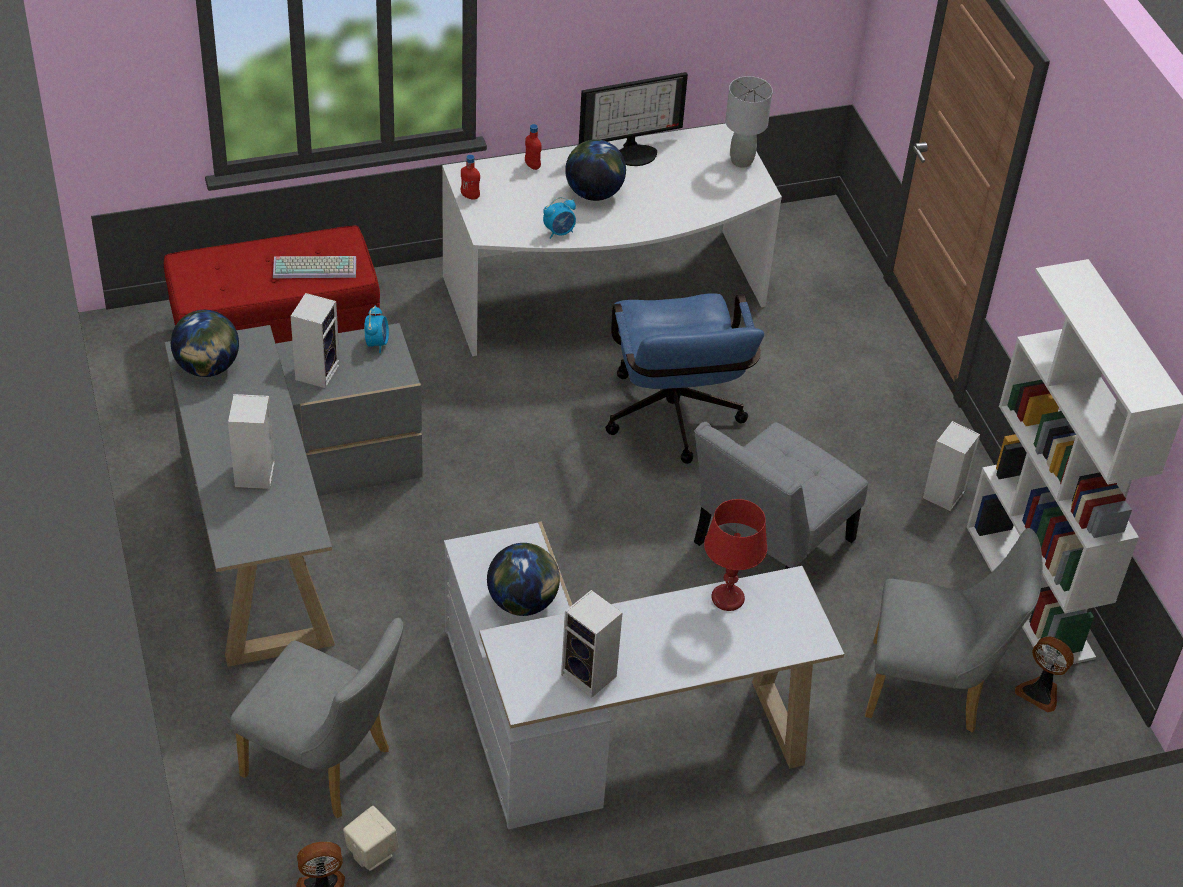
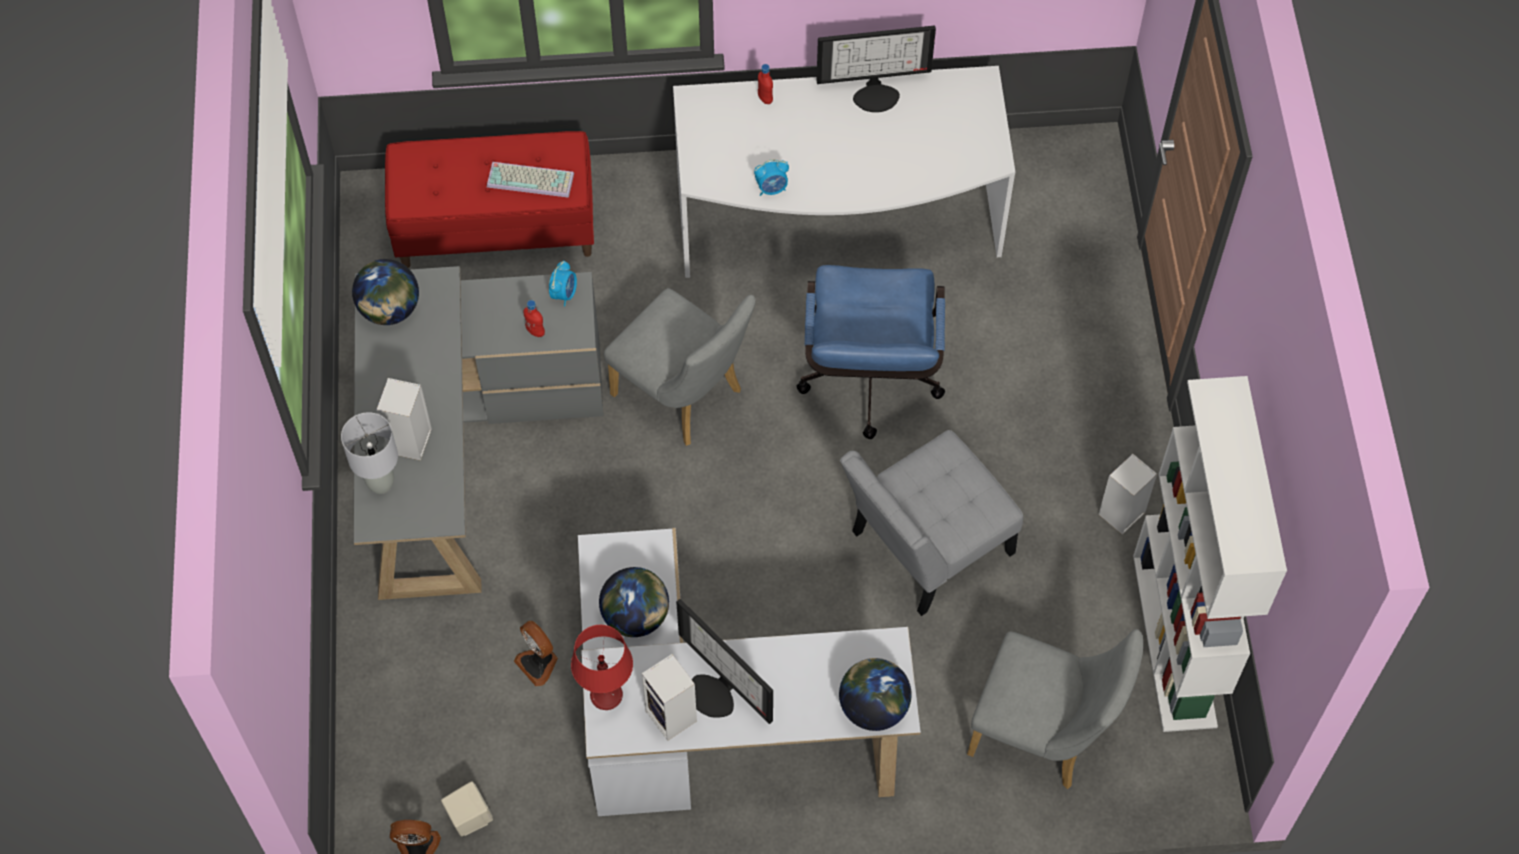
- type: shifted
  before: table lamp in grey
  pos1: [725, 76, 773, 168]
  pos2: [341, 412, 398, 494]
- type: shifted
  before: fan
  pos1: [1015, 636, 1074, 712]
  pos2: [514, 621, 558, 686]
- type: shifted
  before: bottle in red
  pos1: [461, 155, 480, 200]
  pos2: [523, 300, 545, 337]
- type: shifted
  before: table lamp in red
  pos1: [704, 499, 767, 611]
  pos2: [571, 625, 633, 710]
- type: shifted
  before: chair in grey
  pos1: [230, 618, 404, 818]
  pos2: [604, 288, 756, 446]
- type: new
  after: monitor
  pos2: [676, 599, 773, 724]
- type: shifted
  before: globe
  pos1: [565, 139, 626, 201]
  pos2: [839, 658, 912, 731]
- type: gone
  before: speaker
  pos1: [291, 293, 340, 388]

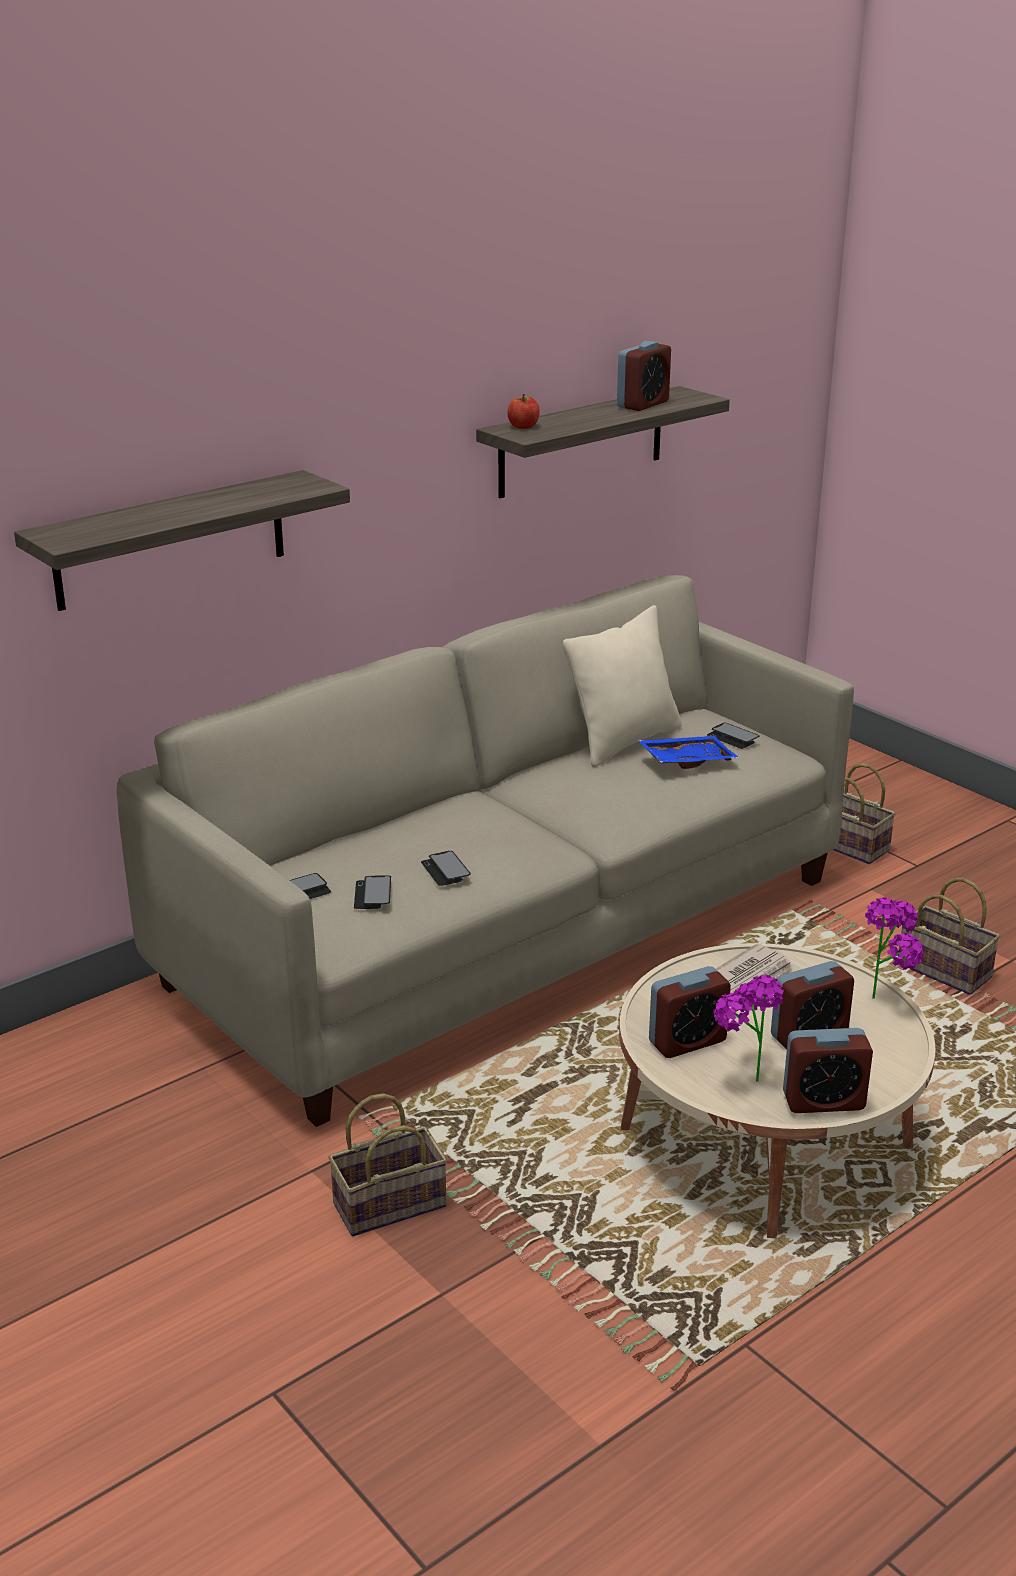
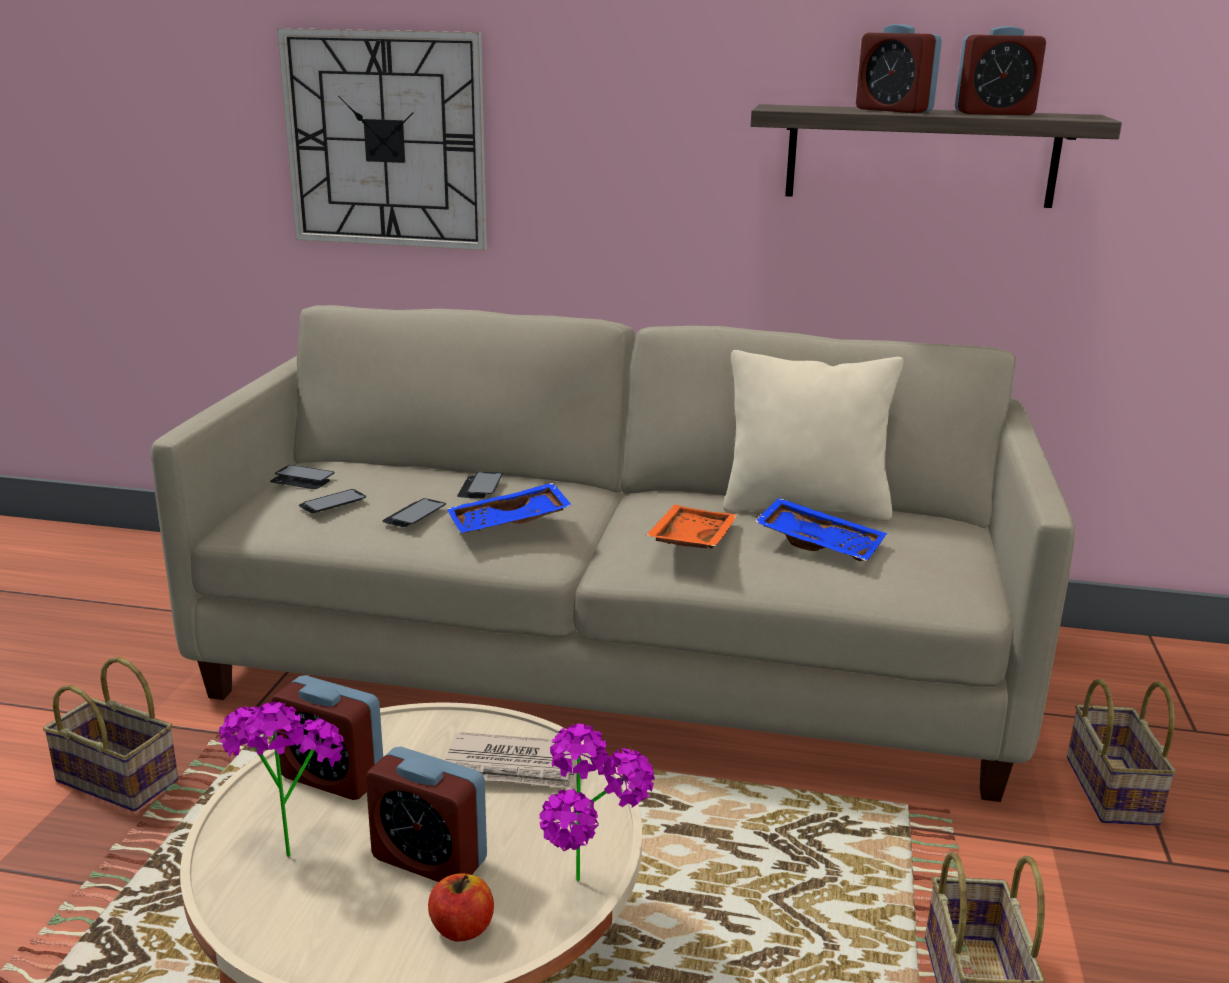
- type: swapped
  before: shelf
  after: wall clock
  pos1: [14, 470, 350, 611]
  pos2: [277, 28, 487, 250]
- type: shifted
  before: apple
  pos1: [508, 394, 540, 429]
  pos2: [428, 874, 494, 942]
- type: new
  after: tray in blue
  pos2: [447, 483, 572, 533]
- type: shifted
  before: phone
  pos1: [707, 723, 759, 749]
  pos2: [457, 472, 503, 498]
- type: new
  after: tray in orange
  pos2: [646, 504, 738, 549]
- type: shifted
  before: alarm clock
  pos1: [783, 1028, 873, 1113]
  pos2: [856, 24, 942, 113]

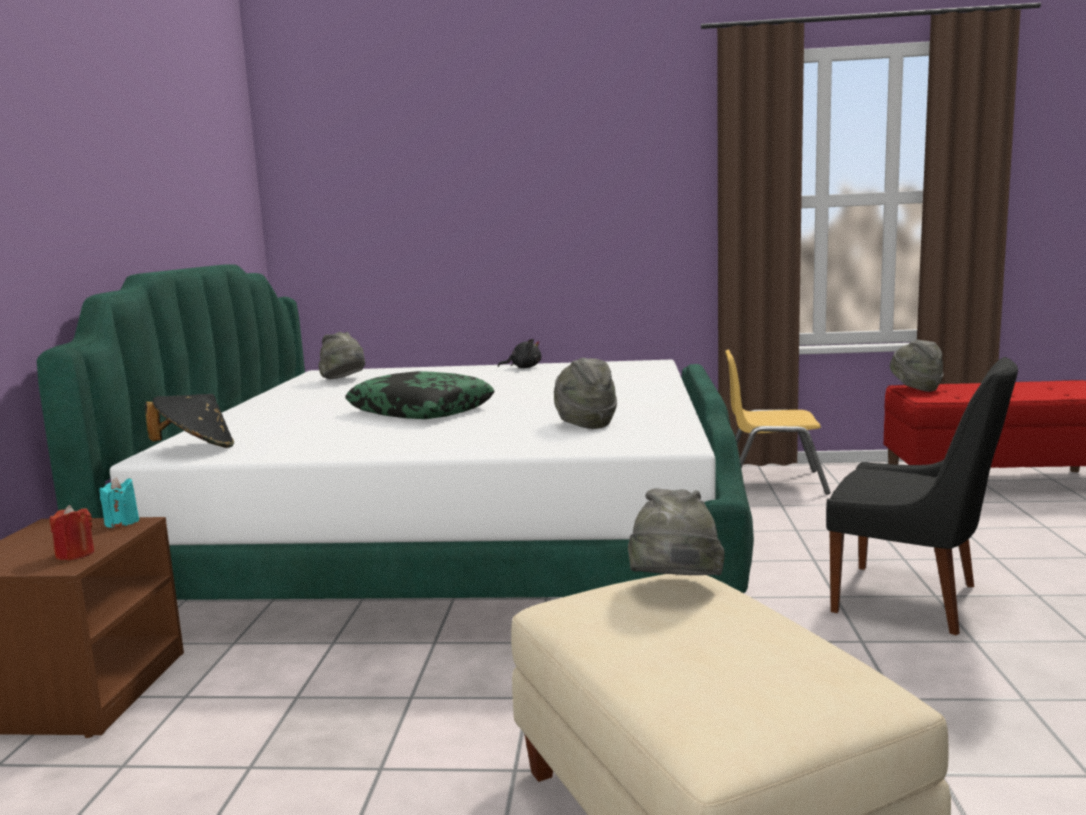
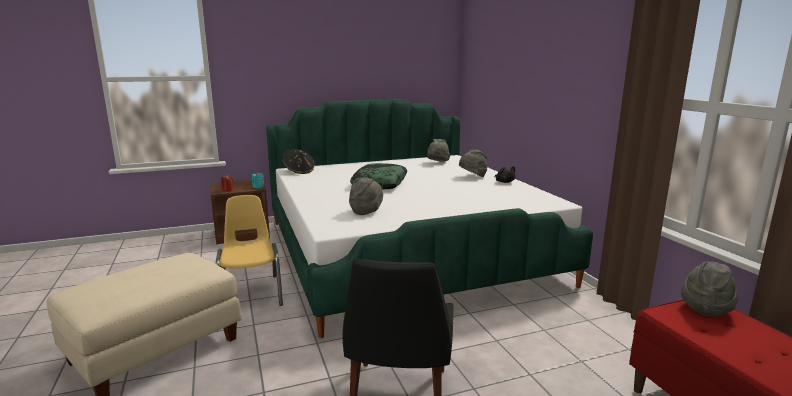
- type: shifted
  before: chair in yellow
  pos1: [725, 350, 831, 495]
  pos2: [216, 195, 283, 306]
- type: shifted
  before: hat in grey
  pos1: [628, 488, 725, 575]
  pos2: [459, 150, 487, 177]

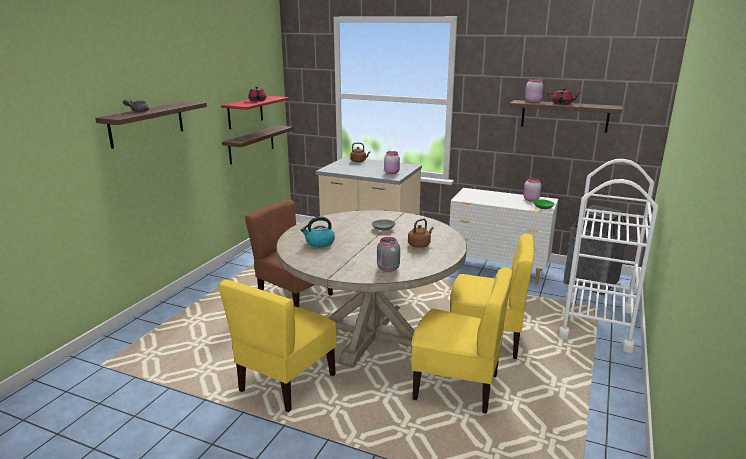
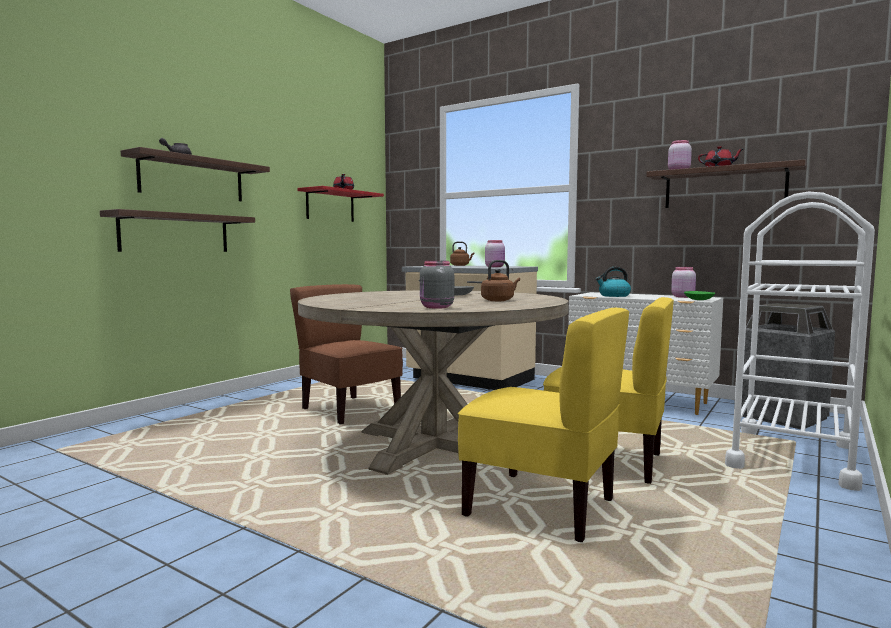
- type: shifted
  before: shelf
  pos1: [222, 125, 293, 164]
  pos2: [100, 209, 255, 252]
- type: shifted
  before: kettle
  pos1: [301, 216, 335, 248]
  pos2: [596, 267, 631, 297]
- type: gone
  before: chair in yellow
  pos1: [218, 280, 337, 412]

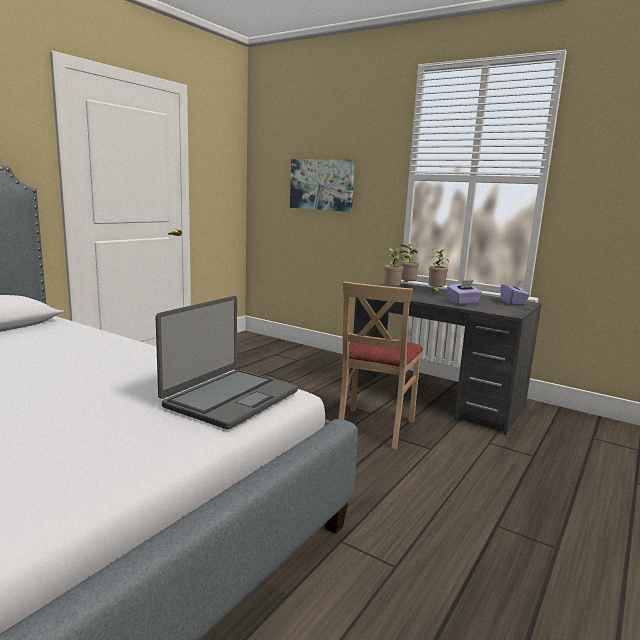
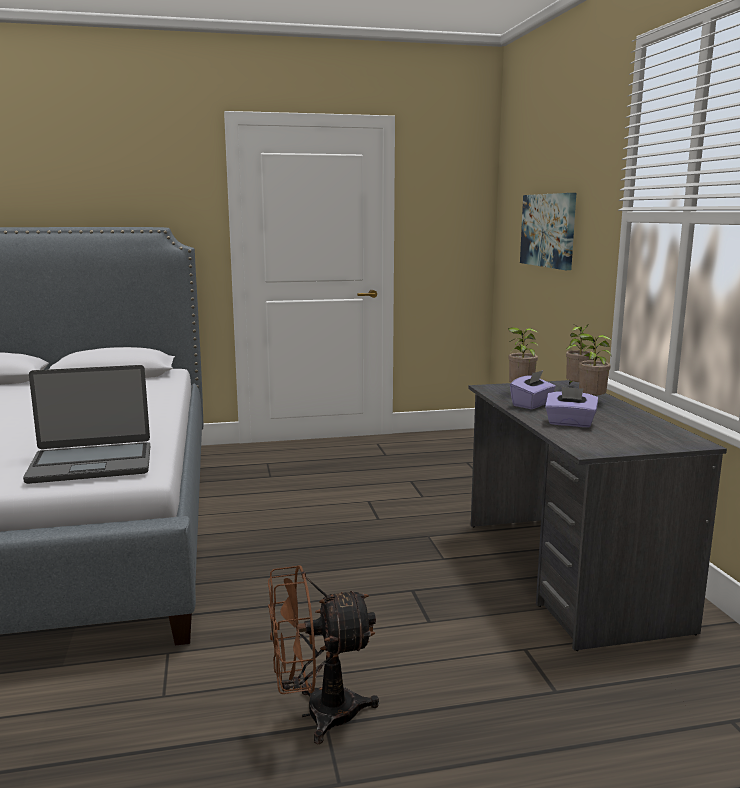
- type: new
  after: fan in brown
  pos2: [268, 565, 379, 744]
- type: shifted
  before: tissue box in purple
  pos1: [501, 280, 530, 306]
  pos2: [510, 370, 556, 409]
- type: gone
  before: chair in beige
  pos1: [338, 282, 423, 449]

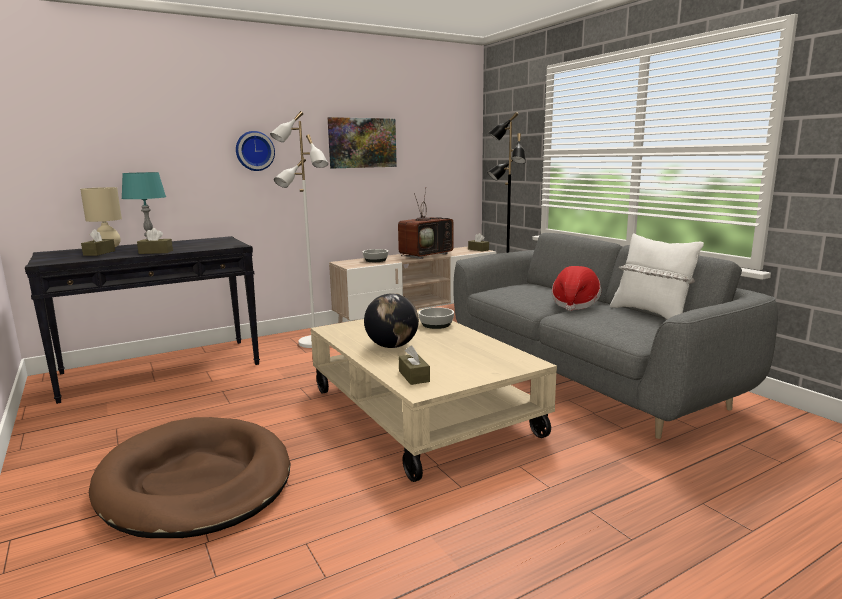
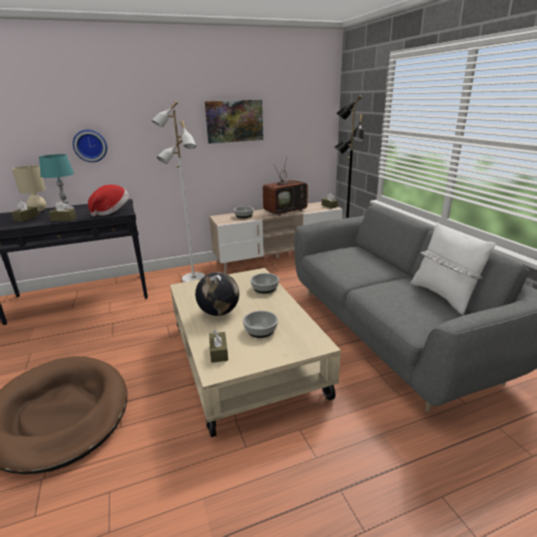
- type: shifted
  before: wall clock
  pos1: [236, 131, 275, 171]
  pos2: [73, 130, 107, 162]
- type: shifted
  before: hat
  pos1: [552, 266, 601, 311]
  pos2: [88, 184, 129, 217]
- type: new
  after: bowl
  pos2: [243, 311, 278, 338]

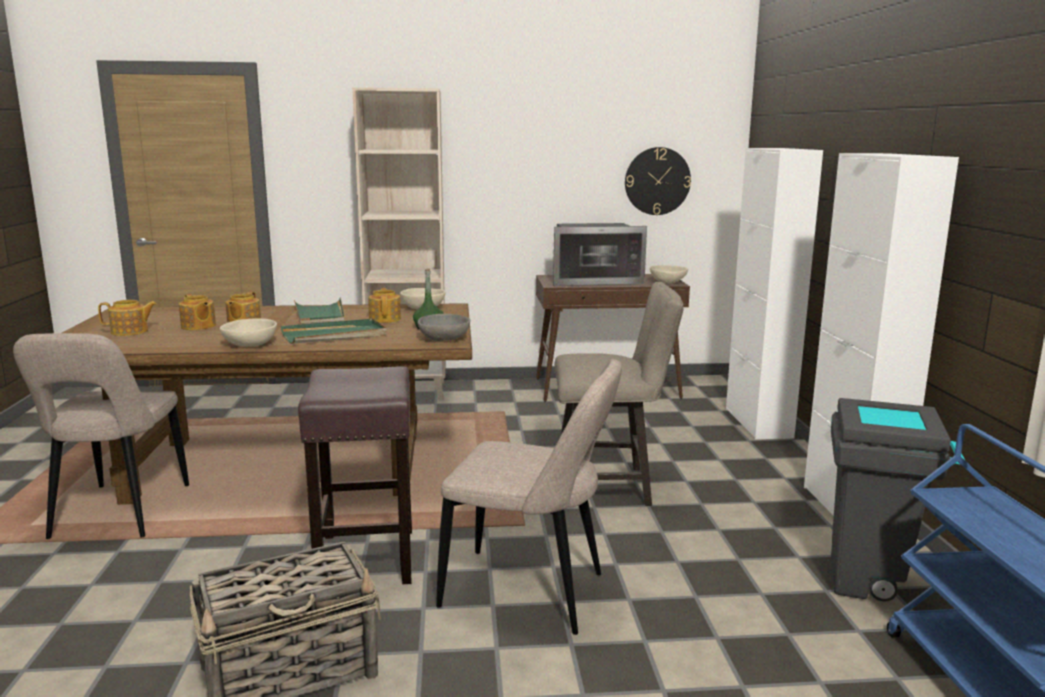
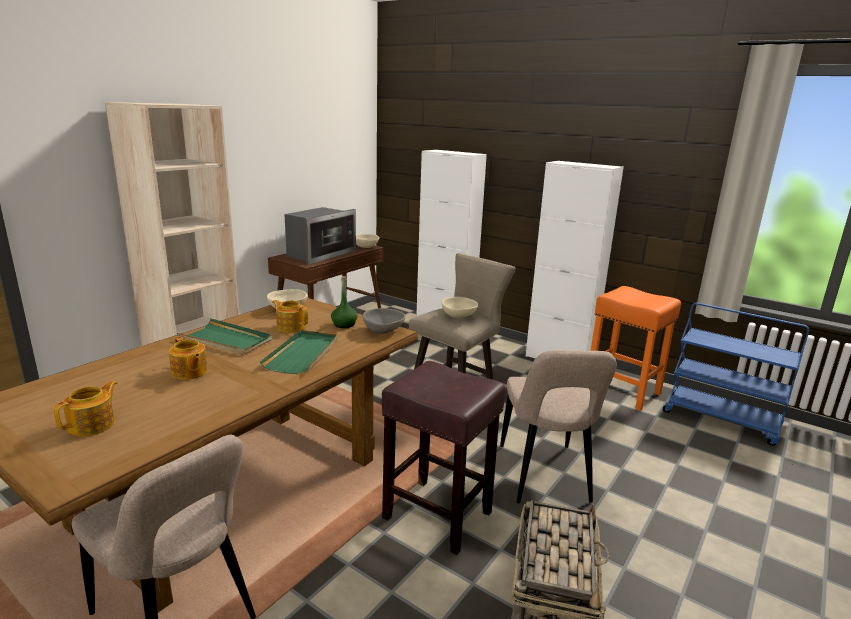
- type: shifted
  before: bowl in beige
  pos1: [220, 318, 277, 347]
  pos2: [442, 297, 478, 318]
- type: rotated
  before: chair in beige
  pos1: [436, 359, 622, 635]
  pos2: [500, 350, 617, 503]
  turn: 120
- type: swapped
  before: trash can in grey
  after: stool in orange
  pos1: [831, 398, 966, 602]
  pos2: [589, 286, 681, 411]
- type: gone
  before: teapot
  pos1: [179, 294, 216, 330]
- type: gone
  before: wall clock
  pos1: [625, 147, 691, 215]

